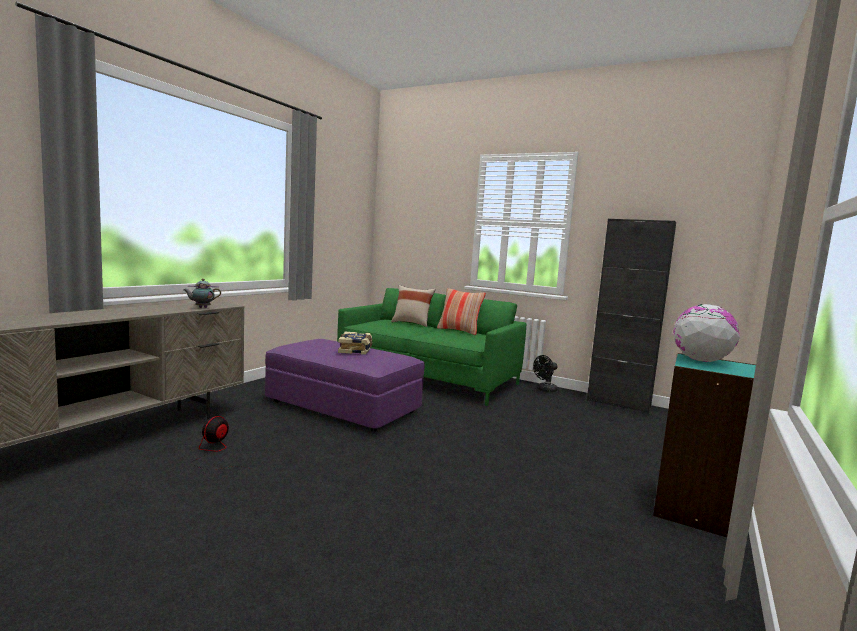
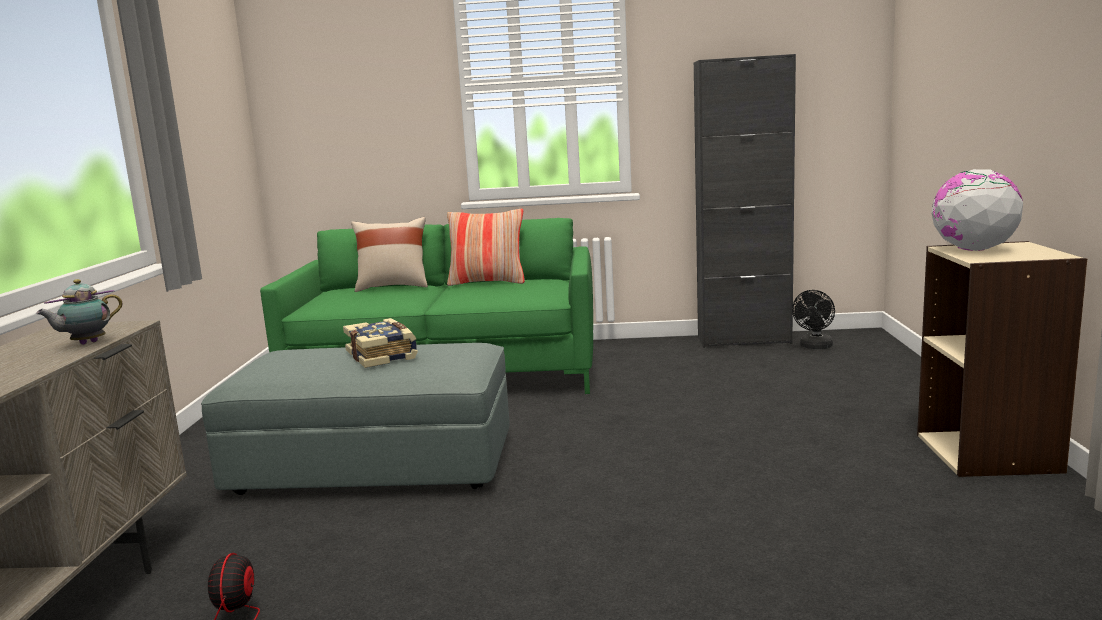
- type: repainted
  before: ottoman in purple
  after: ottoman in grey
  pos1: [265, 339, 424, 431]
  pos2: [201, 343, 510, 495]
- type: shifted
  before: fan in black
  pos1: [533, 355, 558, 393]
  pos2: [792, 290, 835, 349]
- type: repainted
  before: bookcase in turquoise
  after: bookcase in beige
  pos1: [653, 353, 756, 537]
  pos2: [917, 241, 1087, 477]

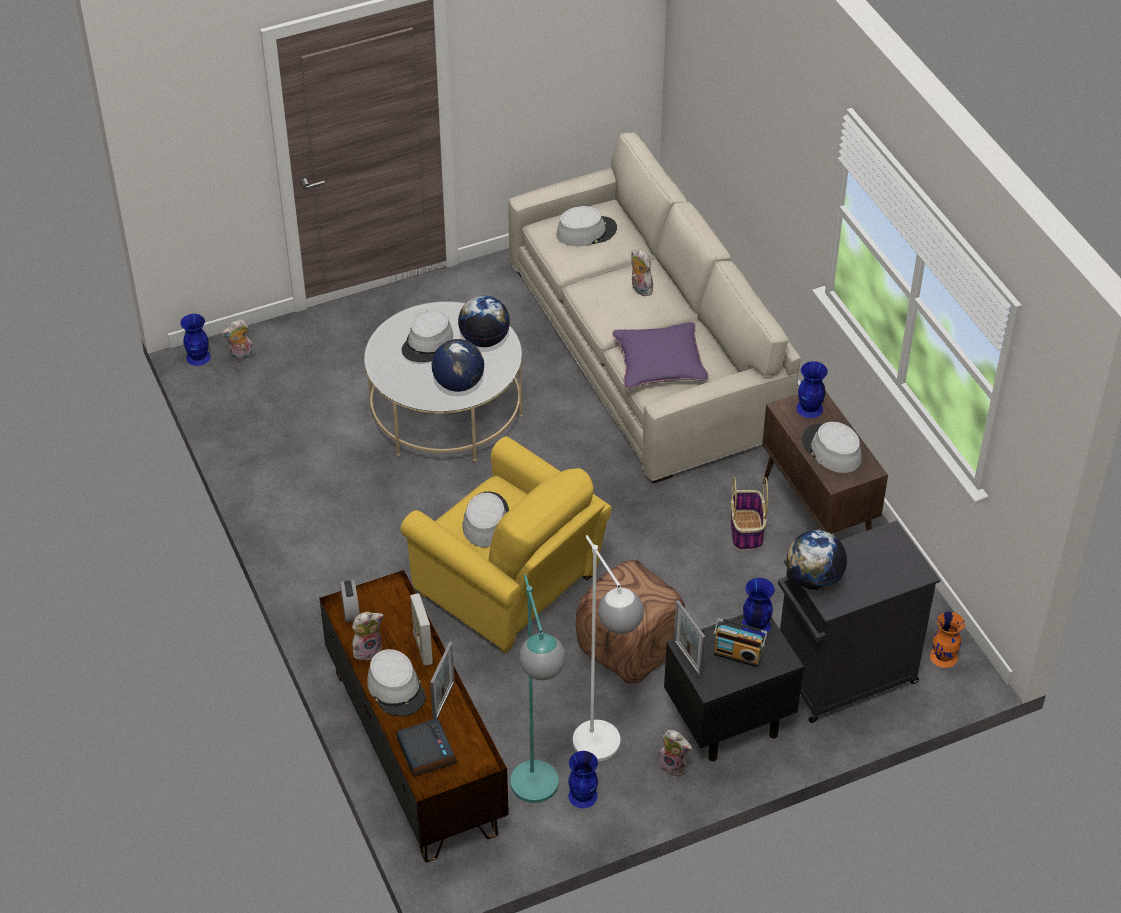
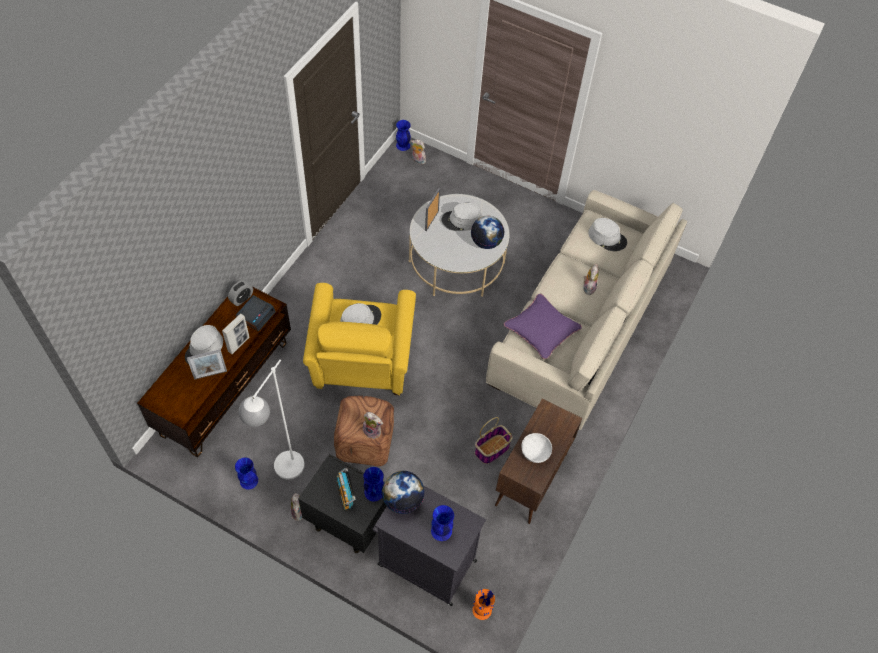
- type: shifted
  before: alarm clock
  pos1: [397, 718, 458, 777]
  pos2: [235, 295, 276, 332]
- type: shifted
  before: plush toy
  pos1: [352, 612, 384, 660]
  pos2: [363, 412, 383, 439]
- type: shifted
  before: picture frame
  pos1: [674, 600, 705, 677]
  pos2: [425, 188, 440, 231]
- type: shifted
  before: vase in blue
  pos1: [796, 361, 828, 418]
  pos2: [431, 505, 454, 541]
- type: swapped
  before: hat in grey
  after: bowl in white
  pos1: [802, 422, 862, 473]
  pos2: [521, 433, 552, 463]
- type: gone
  before: globe
  pos1: [432, 339, 484, 392]
- type: gone
  before: floor lamp in turquoise
  pos1: [510, 575, 566, 803]

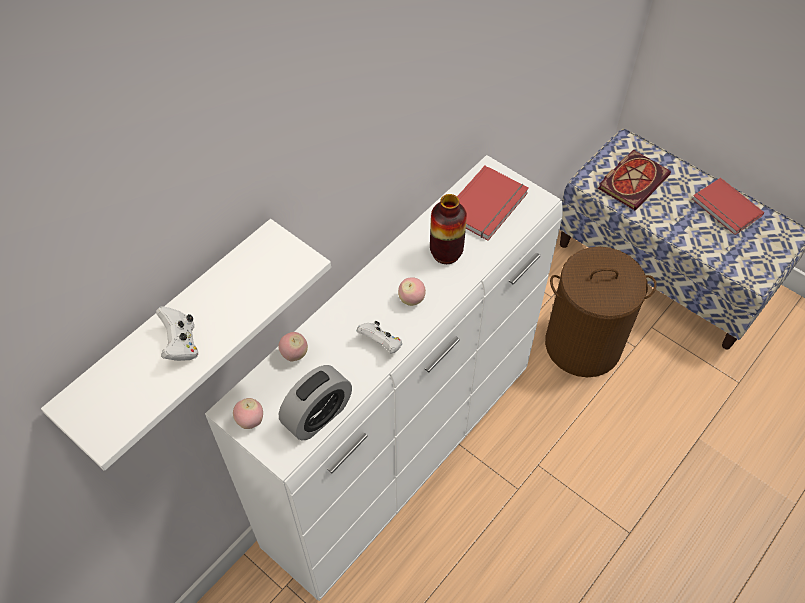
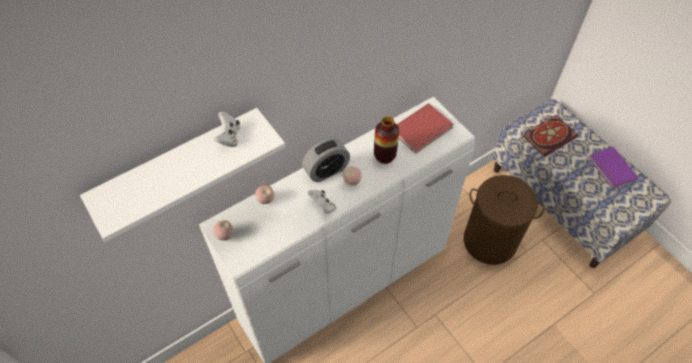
- type: shifted
  before: game controller in white
  pos1: [156, 306, 198, 361]
  pos2: [214, 111, 240, 147]
- type: shifted
  before: alarm clock
  pos1: [279, 365, 352, 440]
  pos2: [302, 138, 350, 182]
- type: repainted
  before: book in red
  after: book in purple
  pos1: [692, 178, 764, 235]
  pos2: [588, 147, 638, 189]

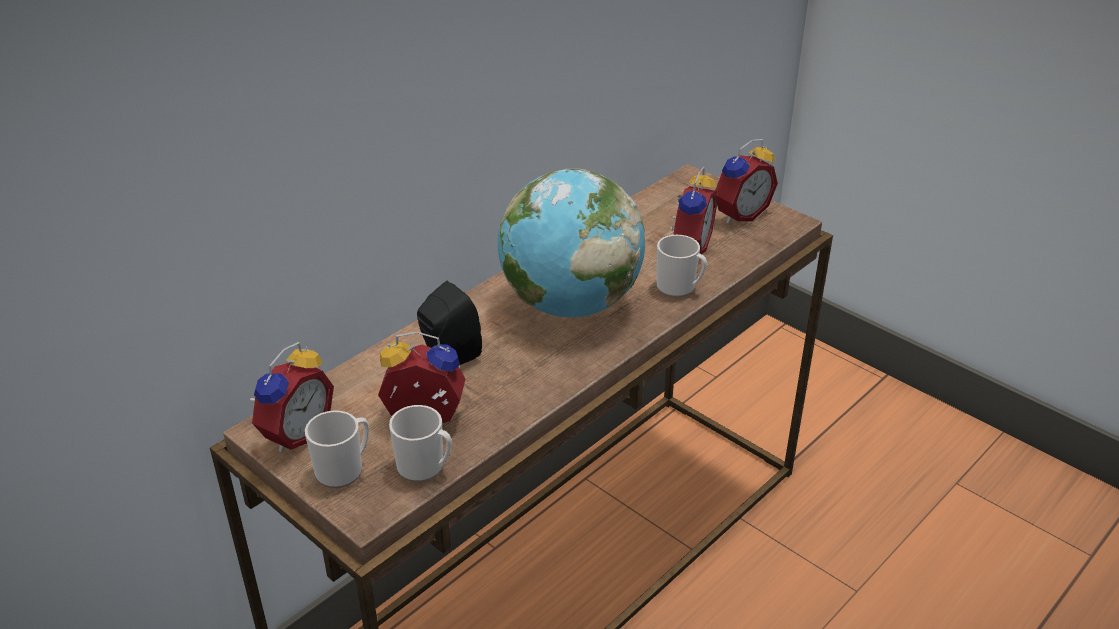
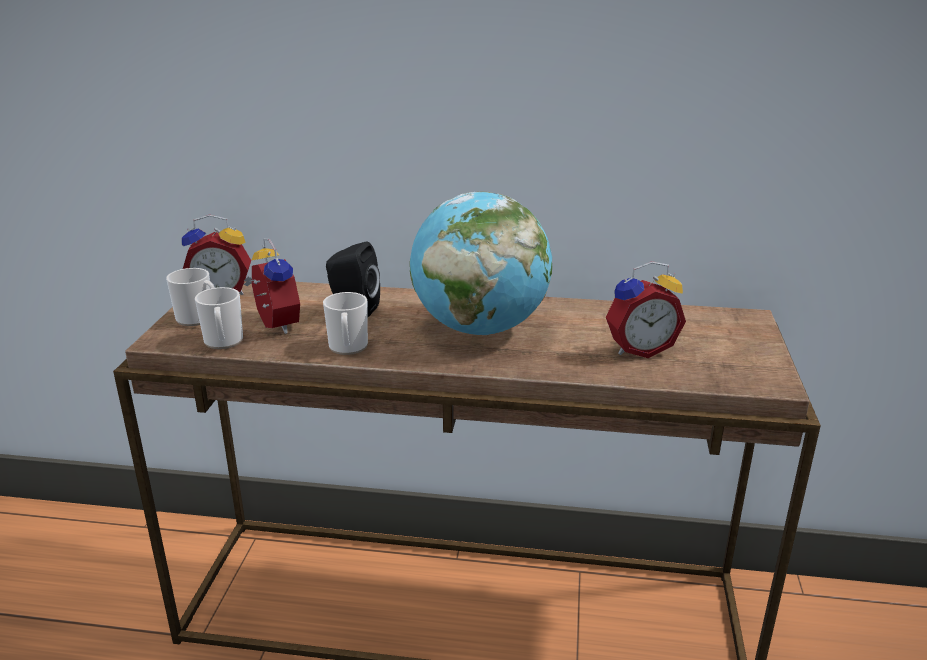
- type: shifted
  before: mug
  pos1: [657, 235, 707, 297]
  pos2: [323, 292, 368, 355]
- type: gone
  before: alarm clock
  pos1: [715, 139, 778, 224]

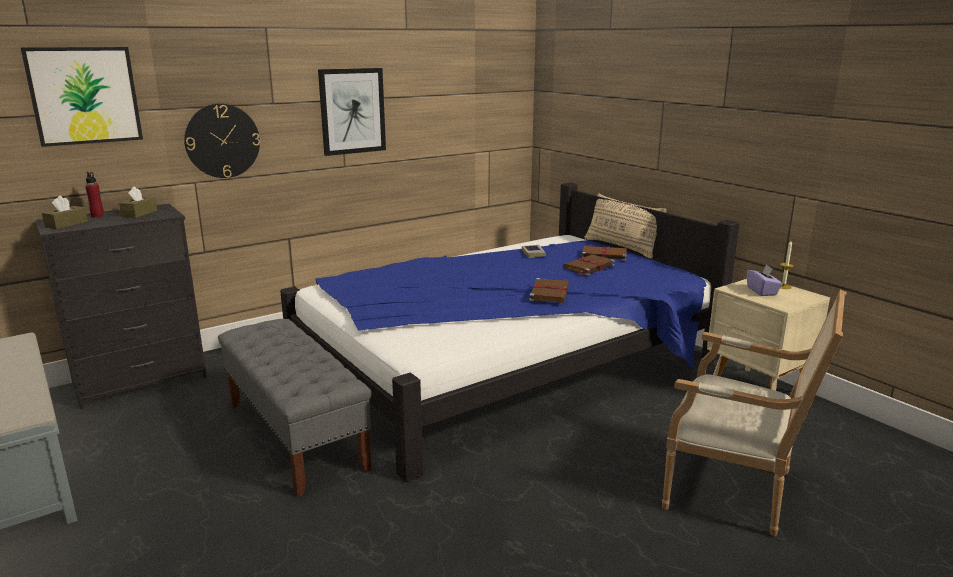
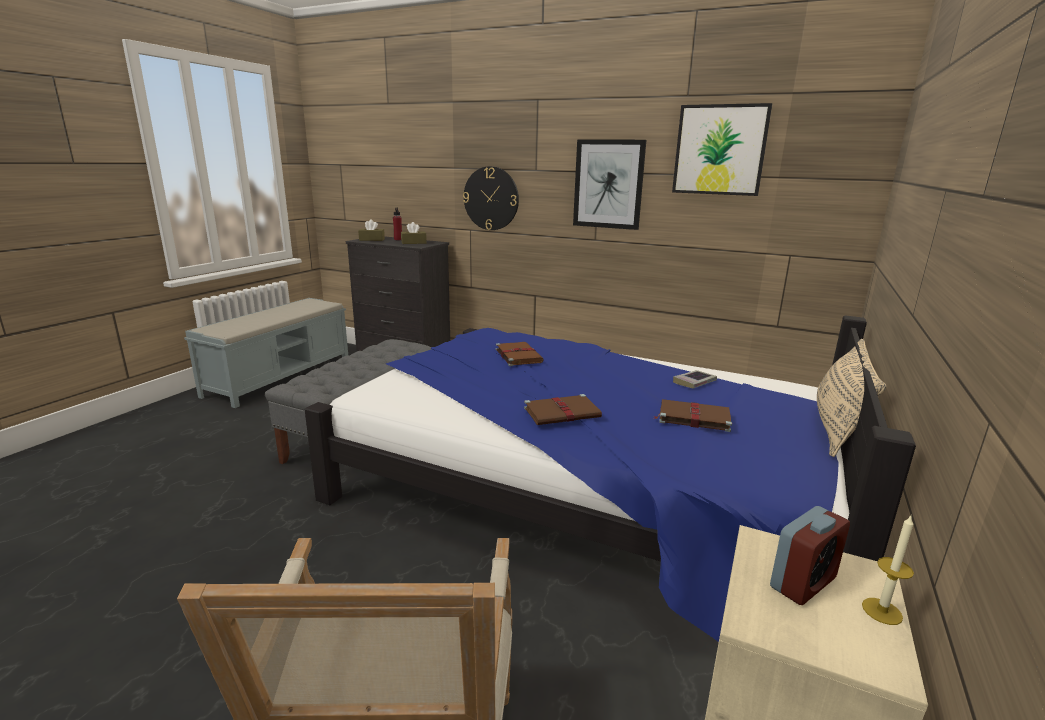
- type: shifted
  before: book in brown
  pos1: [578, 246, 627, 261]
  pos2: [495, 342, 543, 366]
- type: shifted
  before: picture
  pos1: [21, 47, 143, 147]
  pos2: [672, 103, 772, 196]
- type: swapped
  before: tissue box in purple
  after: alarm clock
  pos1: [747, 265, 782, 296]
  pos2: [770, 506, 850, 605]

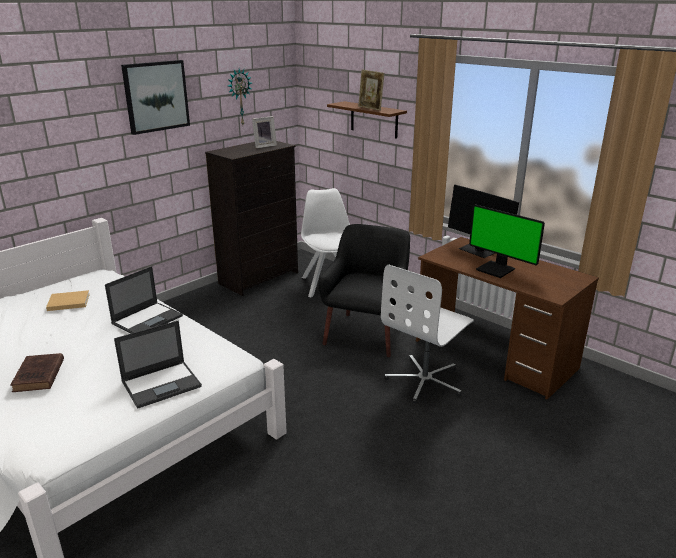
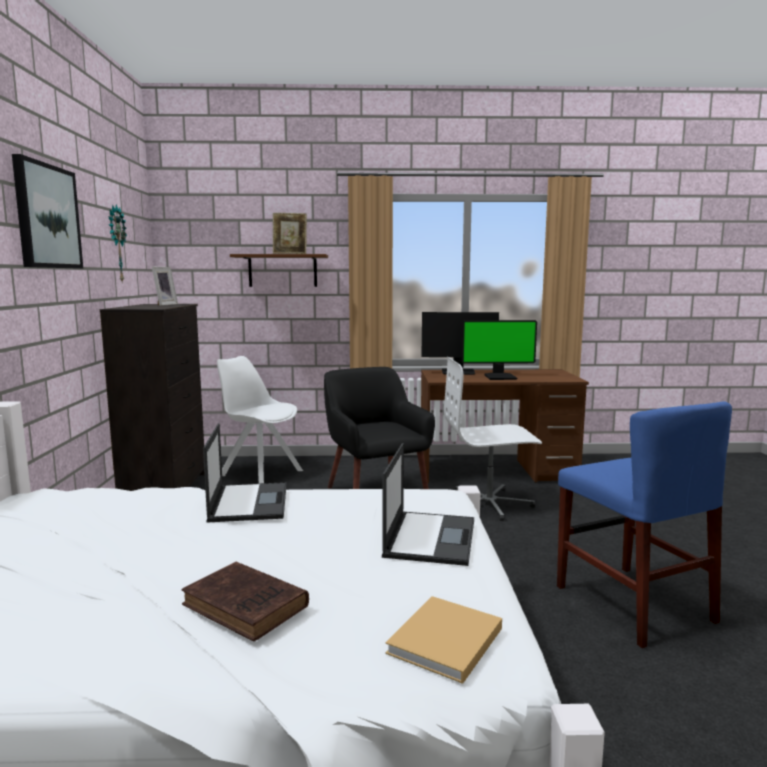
- type: shifted
  before: book in beige
  pos1: [46, 290, 90, 311]
  pos2: [386, 596, 502, 684]
- type: rotated
  before: office chair in white
  pos1: [381, 265, 474, 403]
  pos2: [444, 357, 542, 521]
  turn: 90
- type: new
  after: chair in blue
  pos2: [557, 401, 732, 648]

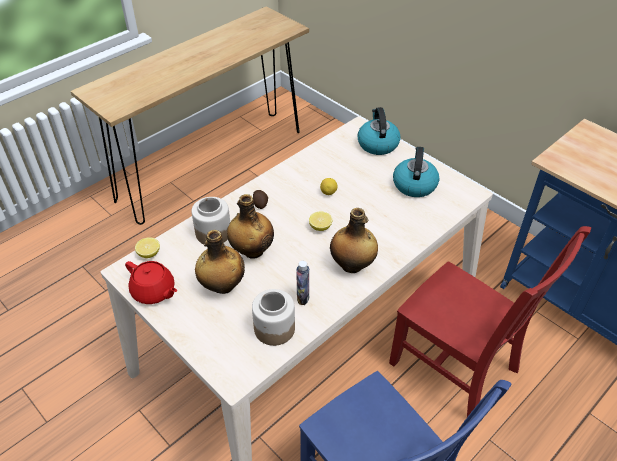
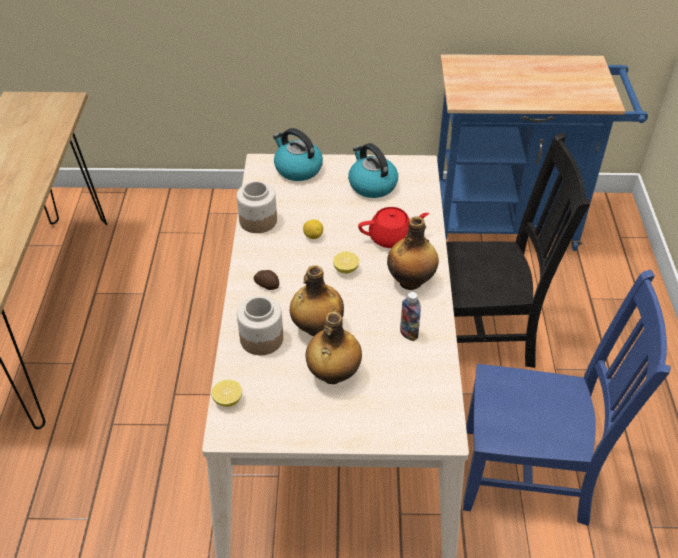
- type: shifted
  before: jar
  pos1: [252, 289, 295, 346]
  pos2: [237, 181, 277, 233]
- type: shifted
  before: teapot in red
  pos1: [125, 261, 177, 304]
  pos2: [358, 207, 429, 248]
- type: repainted
  before: chair in red
  after: chair in black
  pos1: [389, 226, 591, 417]
  pos2: [446, 132, 590, 368]

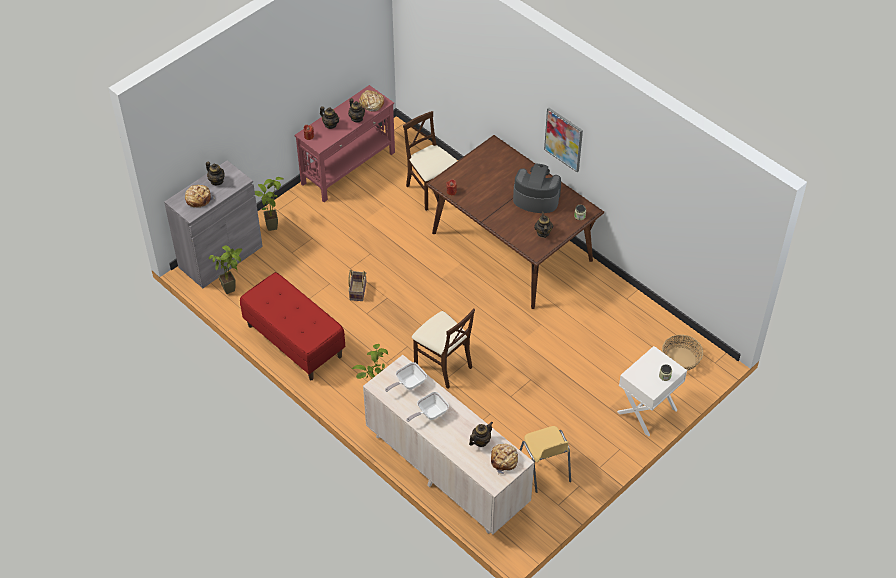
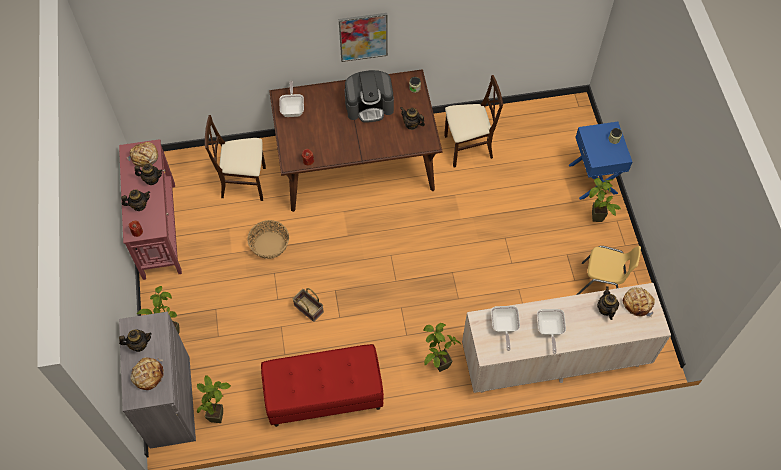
- type: shifted
  before: basket
  pos1: [662, 335, 703, 371]
  pos2: [247, 220, 289, 259]
- type: new
  after: frying pan
  pos2: [280, 81, 304, 117]
- type: rotated
  before: coffee machine
  pos1: [513, 164, 561, 213]
  pos2: [345, 70, 394, 123]
  turn: -150
- type: shifted
  before: chair in beige
  pos1: [412, 308, 475, 389]
  pos2: [444, 75, 503, 168]
- type: repainted
  before: nightstand in white
  after: nightstand in blue
  pos1: [617, 346, 687, 437]
  pos2: [569, 122, 632, 200]
- type: new
  after: potted plant
  pos2: [589, 178, 621, 222]

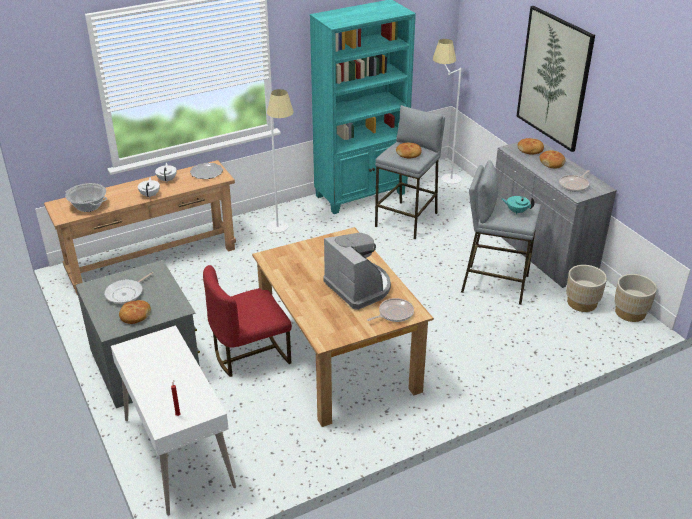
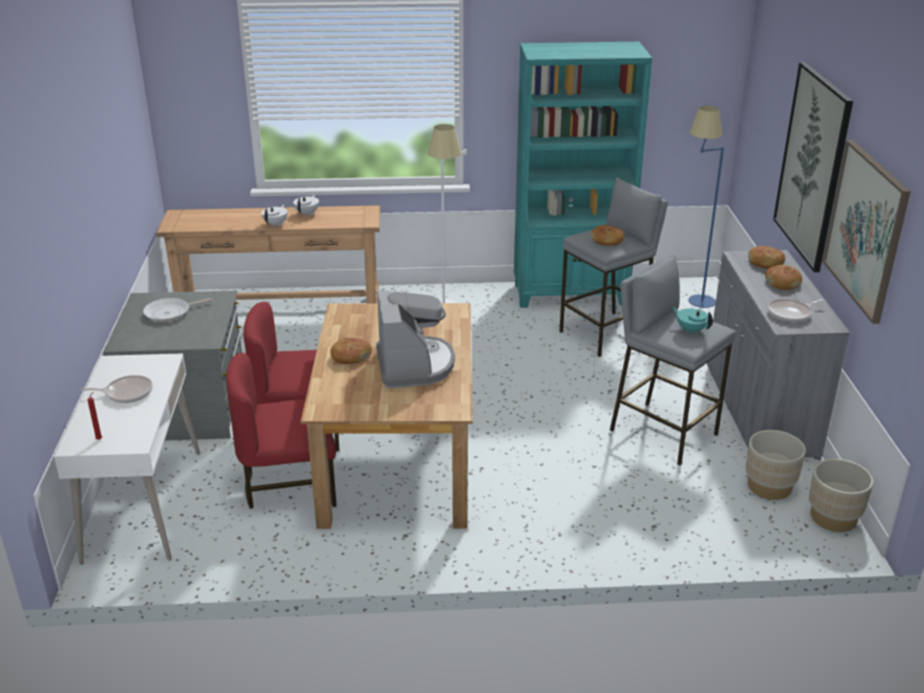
- type: shifted
  before: frying pan
  pos1: [367, 298, 414, 322]
  pos2: [81, 375, 153, 403]
- type: new
  after: chair in red
  pos2: [226, 353, 336, 509]
- type: shifted
  before: bread
  pos1: [119, 300, 151, 324]
  pos2: [330, 338, 372, 364]
- type: repainted
  before: floor lamp in white
  after: floor lamp in blue
  pos1: [433, 39, 461, 184]
  pos2: [688, 106, 724, 308]
- type: new
  after: picture
  pos2: [822, 140, 911, 324]
- type: gone
  before: cooking pot
  pos1: [65, 183, 107, 212]
- type: gone
  before: plate
  pos1: [190, 163, 223, 179]

